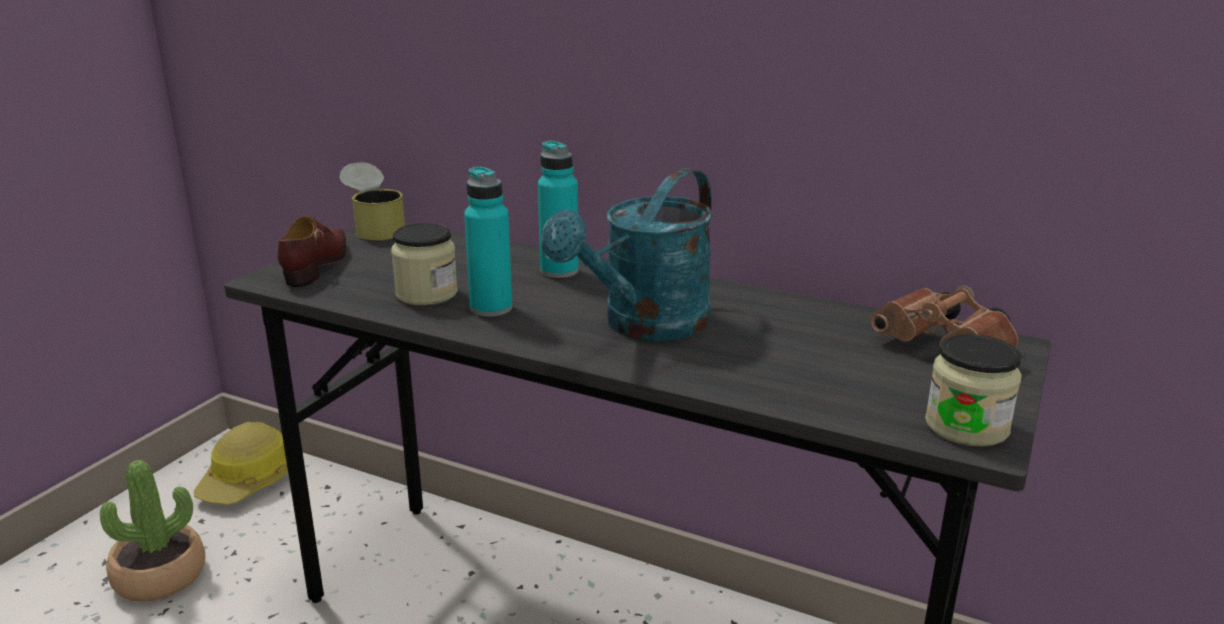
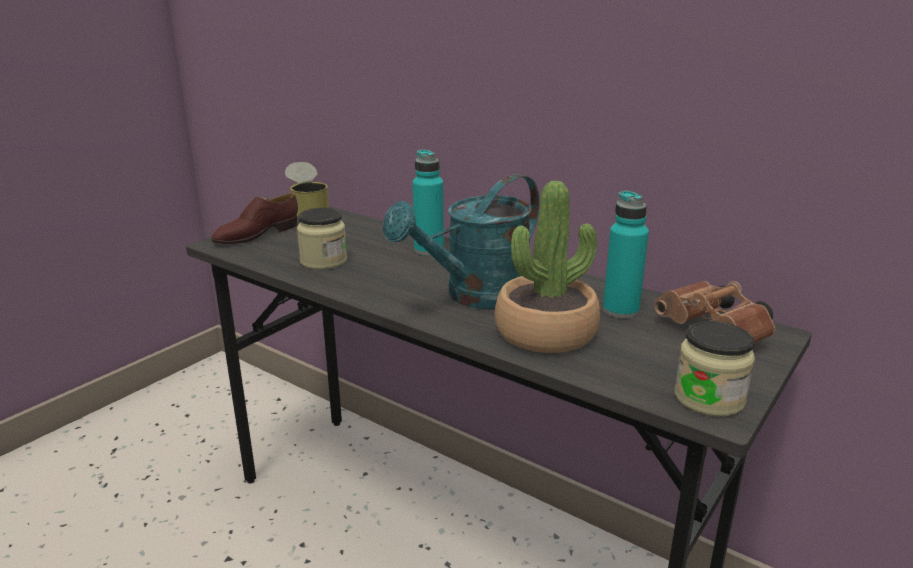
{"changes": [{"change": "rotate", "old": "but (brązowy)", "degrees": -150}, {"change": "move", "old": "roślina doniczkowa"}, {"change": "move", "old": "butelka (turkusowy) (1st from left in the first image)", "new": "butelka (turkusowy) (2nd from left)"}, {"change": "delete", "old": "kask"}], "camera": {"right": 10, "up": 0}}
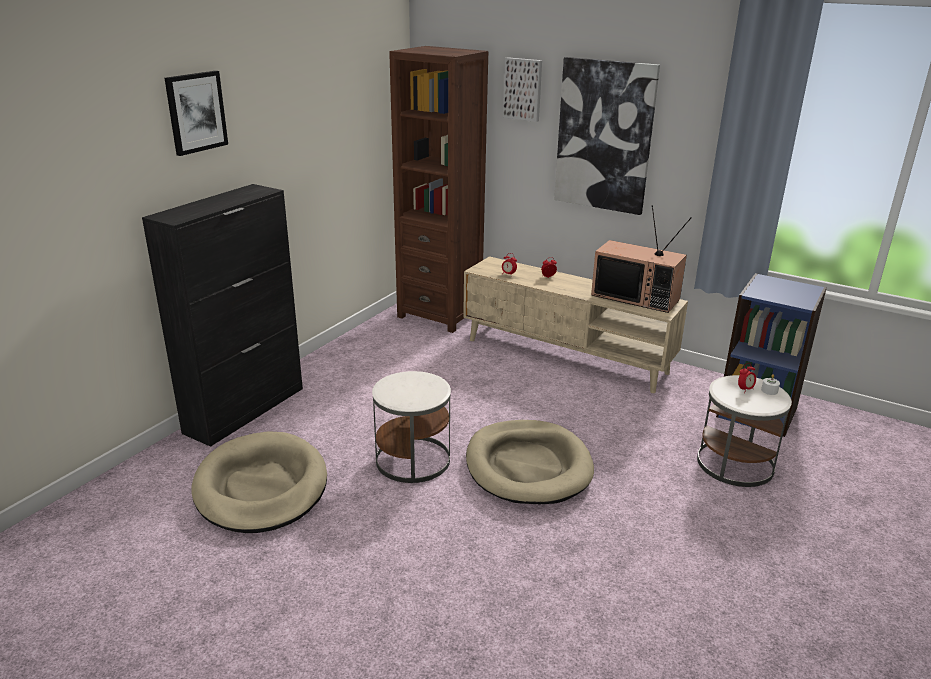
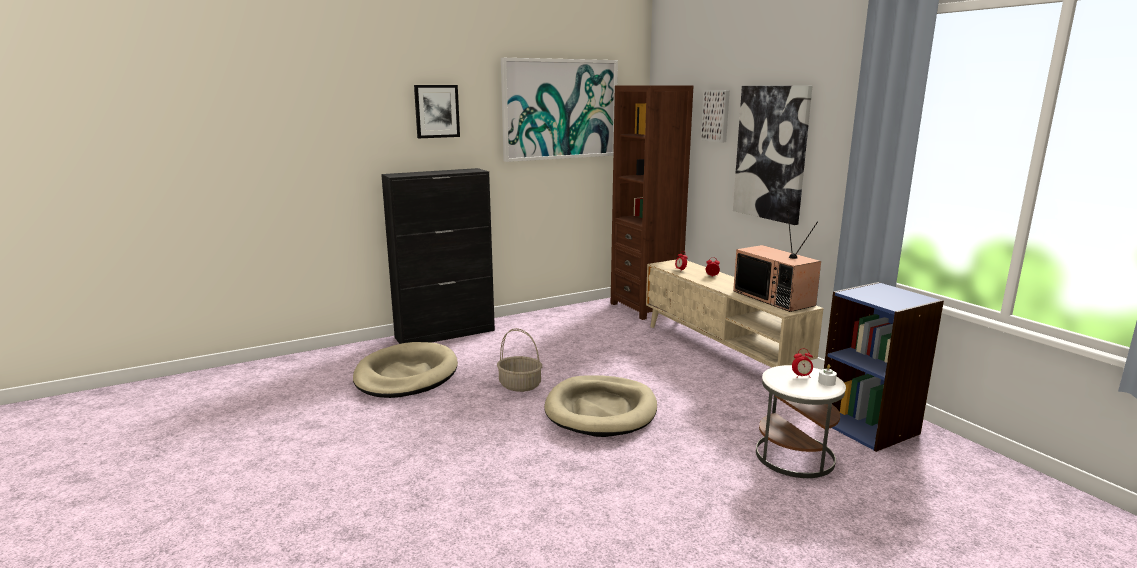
{"changes": [{"change": "replace", "old": "stolik (biały) (1st from left)", "new": "koszyk"}, {"change": "insert", "new": "obraz (2nd from left)"}], "camera": {"right": 30, "up": -10}}
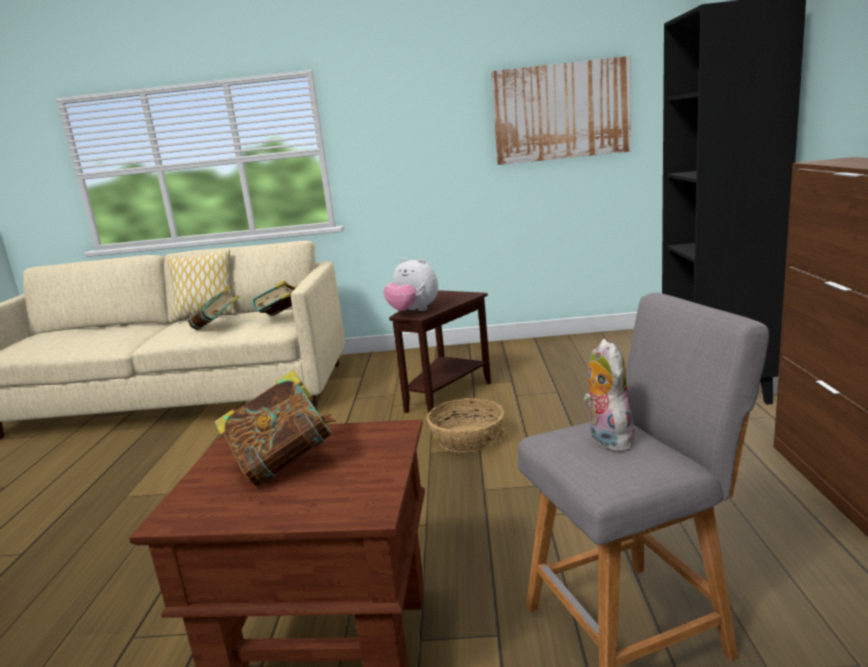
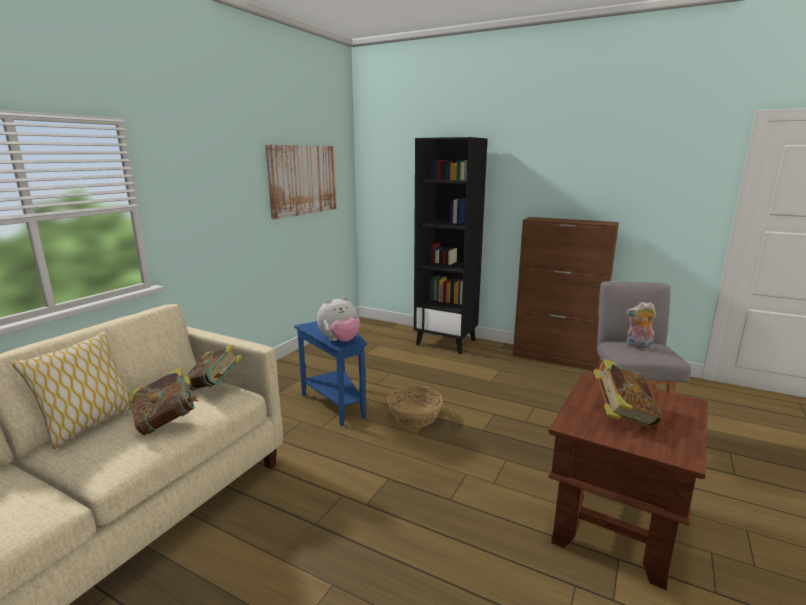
{"changes": [{"change": "recolor", "old": "stolik (brązowy) (2nd from left)", "new": "stolik (niebieski)"}], "camera": {"right": -65, "up": 0}}
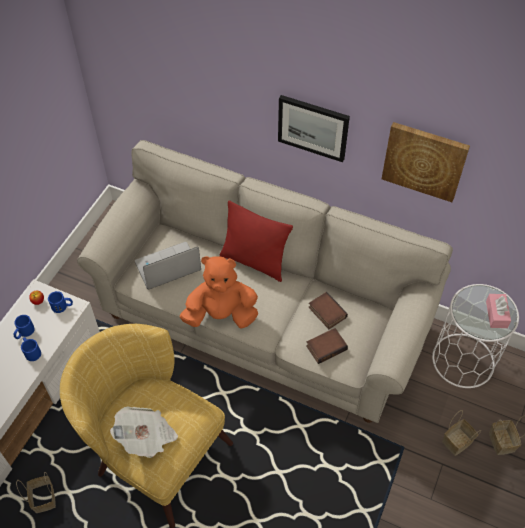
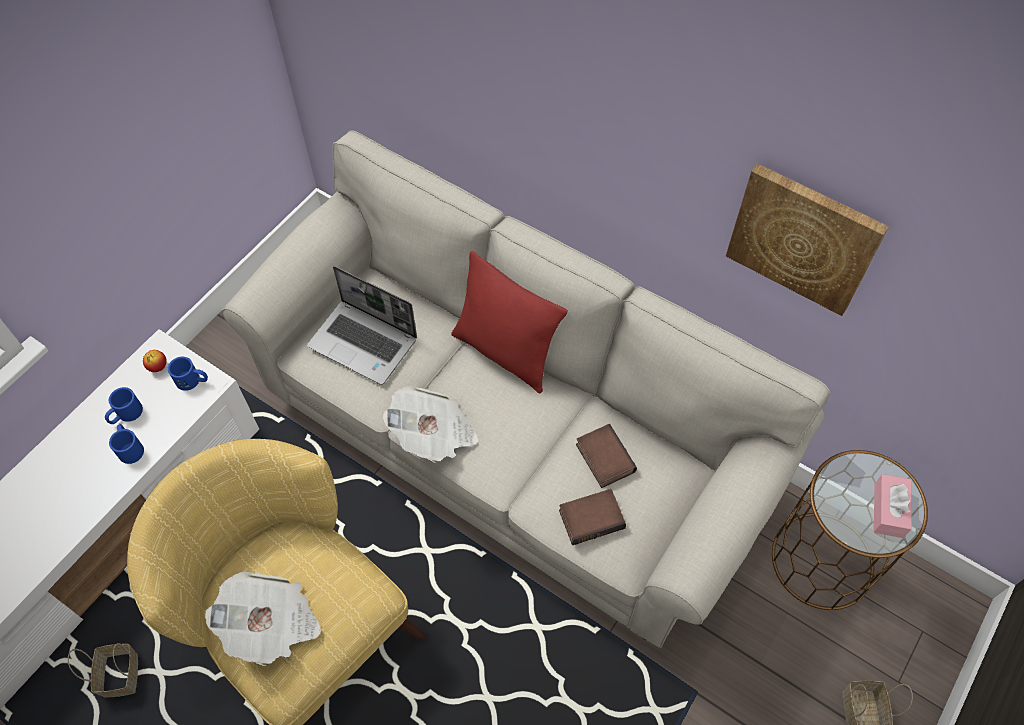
{"changes": [{"change": "rotate", "old": "laptop", "degrees": -135}, {"change": "replace", "old": "pluszak (pomarańczowy)", "new": "gazeta (2nd from left)"}, {"change": "recolor", "old": "stolik (biały)", "new": "stolik (brązowy)"}, {"change": "delete", "old": "obraz (1st from left)"}, {"change": "delete", "old": "koszyk (2nd from left)"}], "camera": {"right": 10, "up": 5}}
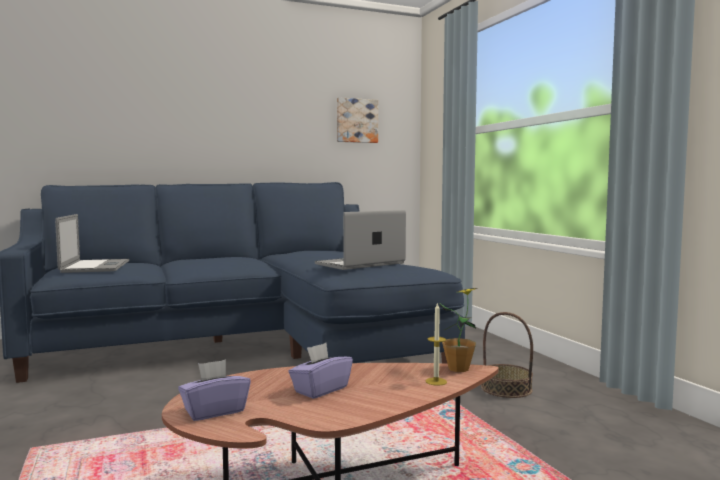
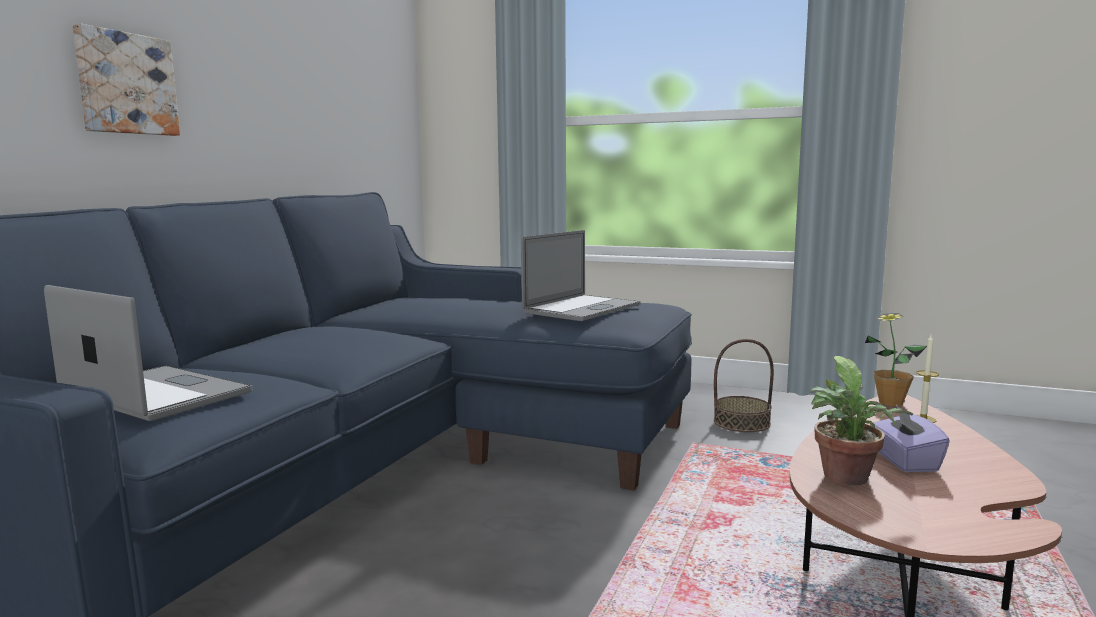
{"changes": [{"change": "move", "old": "obraz"}, {"change": "rotate", "old": "laptop (2nd from left)", "degrees": -150}, {"change": "insert", "new": "roślina doniczkowa (1st from left)"}, {"change": "delete", "old": "pudełko chusteczek (fioletowy) (1st from left)"}], "camera": {"right": -45, "up": 5}}
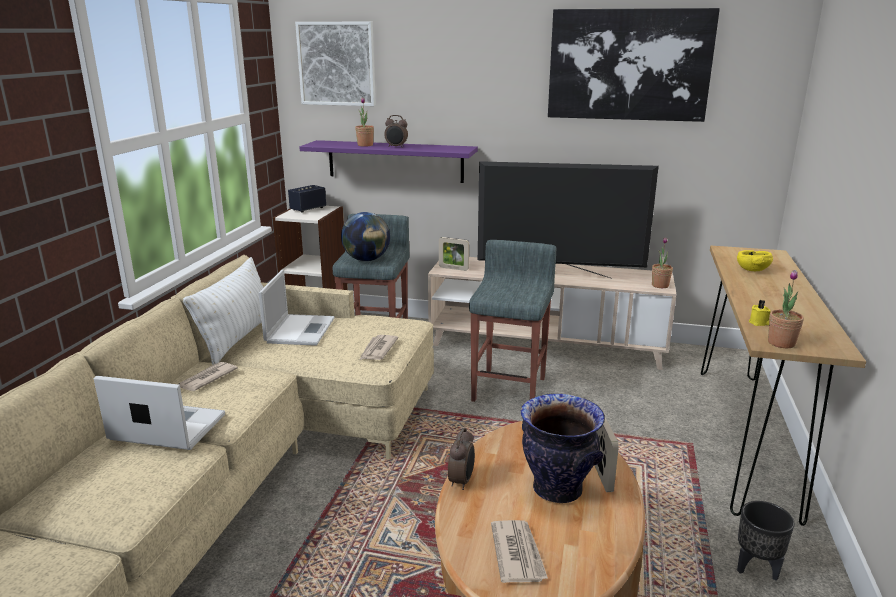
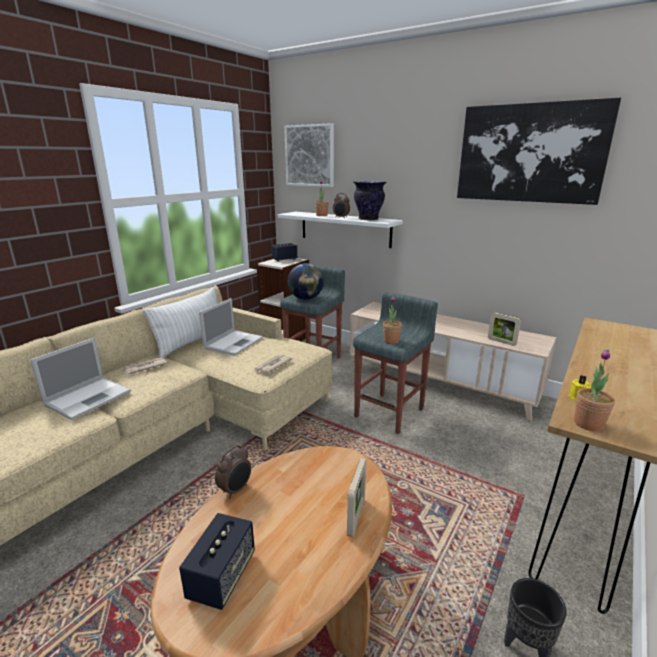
{"changes": [{"change": "rotate", "old": "laptop (1st from left)", "degrees": 90}, {"change": "replace", "old": "gazeta (3rd from left)", "new": "głośnik (1st from left)"}, {"change": "recolor", "old": "półka (fioletowy)", "new": "półka (biały)"}, {"change": "move", "old": "wazon"}, {"change": "move", "old": "roślina doniczkowa (2nd from left)"}, {"change": "move", "old": "ramka na zdjęcie (1st from left in the first image)", "new": "ramka na zdjęcie (2nd from left)"}, {"change": "delete", "old": "telewizor"}, {"change": "delete", "old": "miska (żółty)"}], "camera": {"right": 20, "up": 0}}
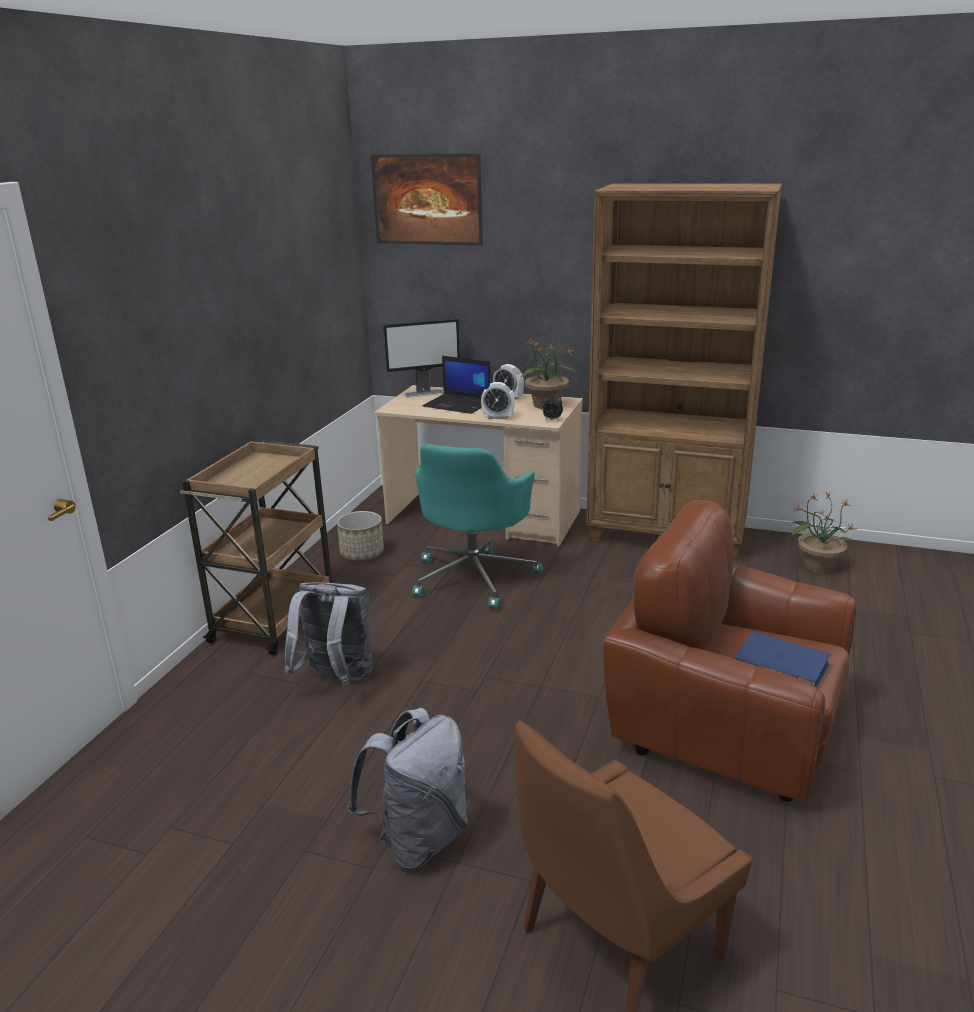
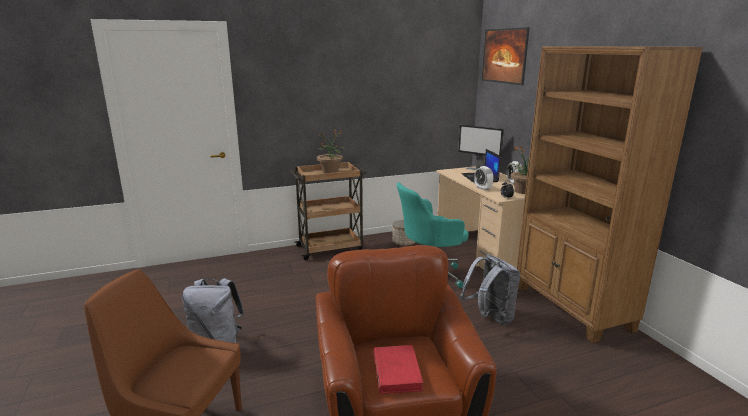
{"changes": [{"change": "move", "old": "roślina doniczkowa (2nd from left in the first image)", "new": "roślina doniczkowa (1st from left)"}, {"change": "recolor", "old": "książka (niebieski)", "new": "książka (czerwony)"}, {"change": "move", "old": "plecak (szary) (1st from left in the first image)", "new": "plecak (szary) (2nd from left)"}], "camera": {"right": 50, "up": -5}}
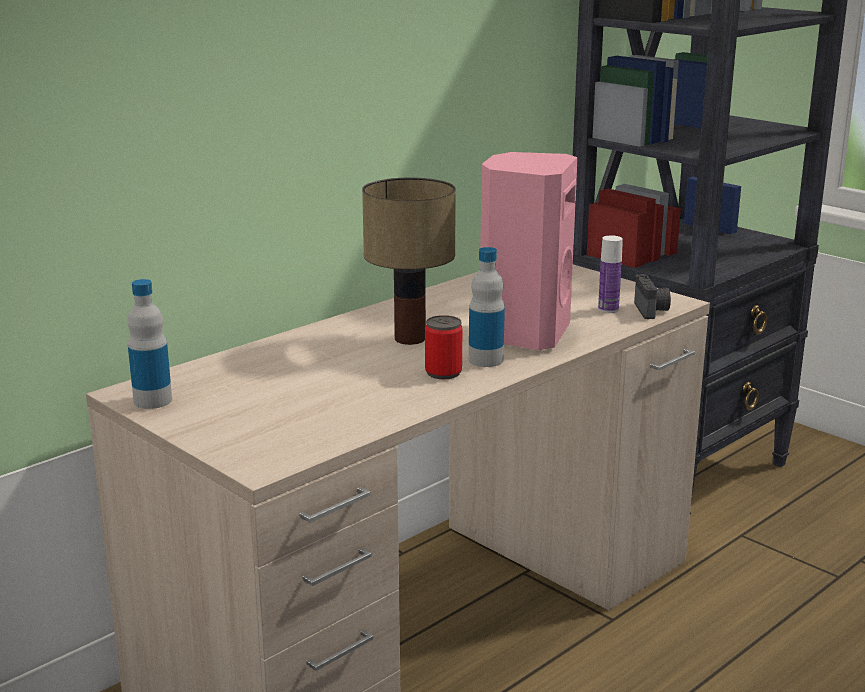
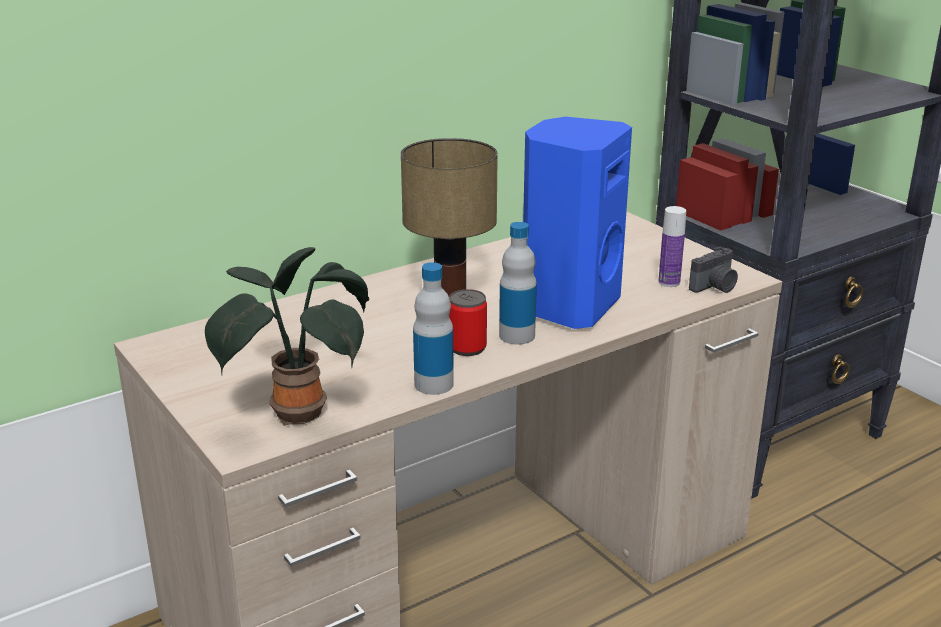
{"changes": [{"change": "insert", "new": "roślina doniczkowa"}, {"change": "move", "old": "butelka (1st from left)"}, {"change": "recolor", "old": "głośnik (różowy)", "new": "głośnik (niebieski)"}, {"change": "rotate", "old": "aparat fotograficzny", "degrees": 45}], "camera": {"right": 10, "up": 5}}
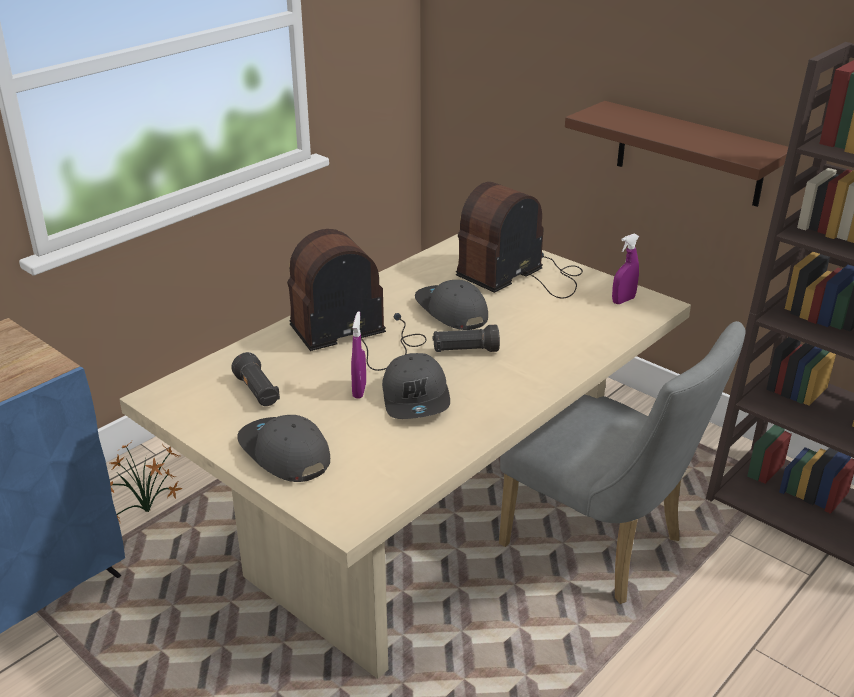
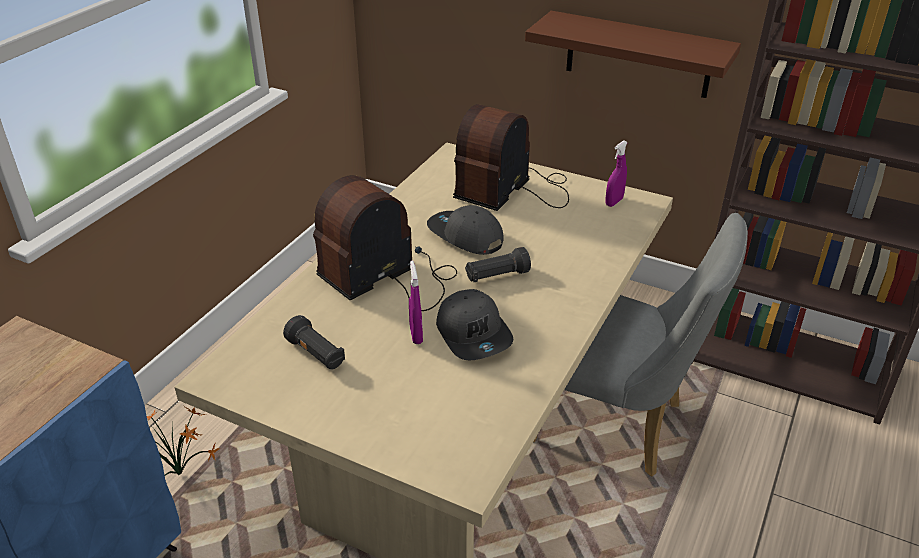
{"changes": [{"change": "delete", "old": "czapka z daszkiem (szary) (1st from left)"}], "camera": {"right": -15, "up": 5}}
